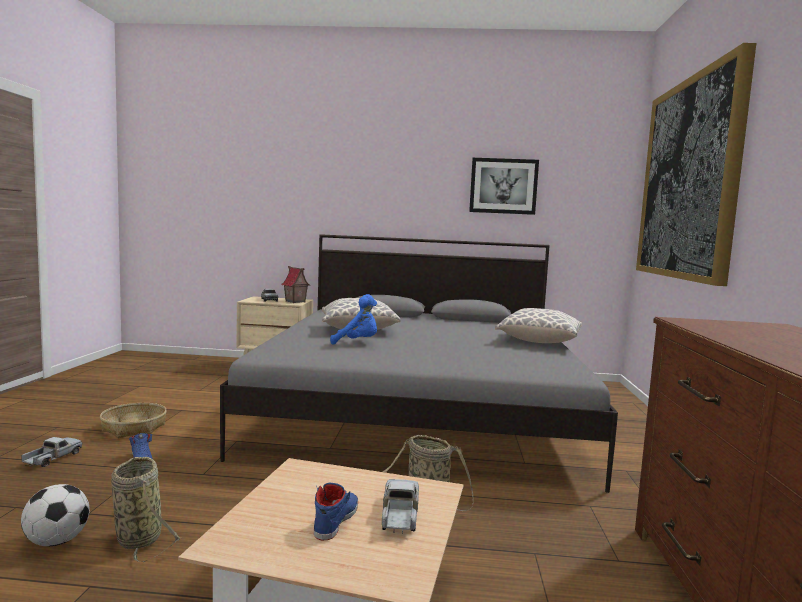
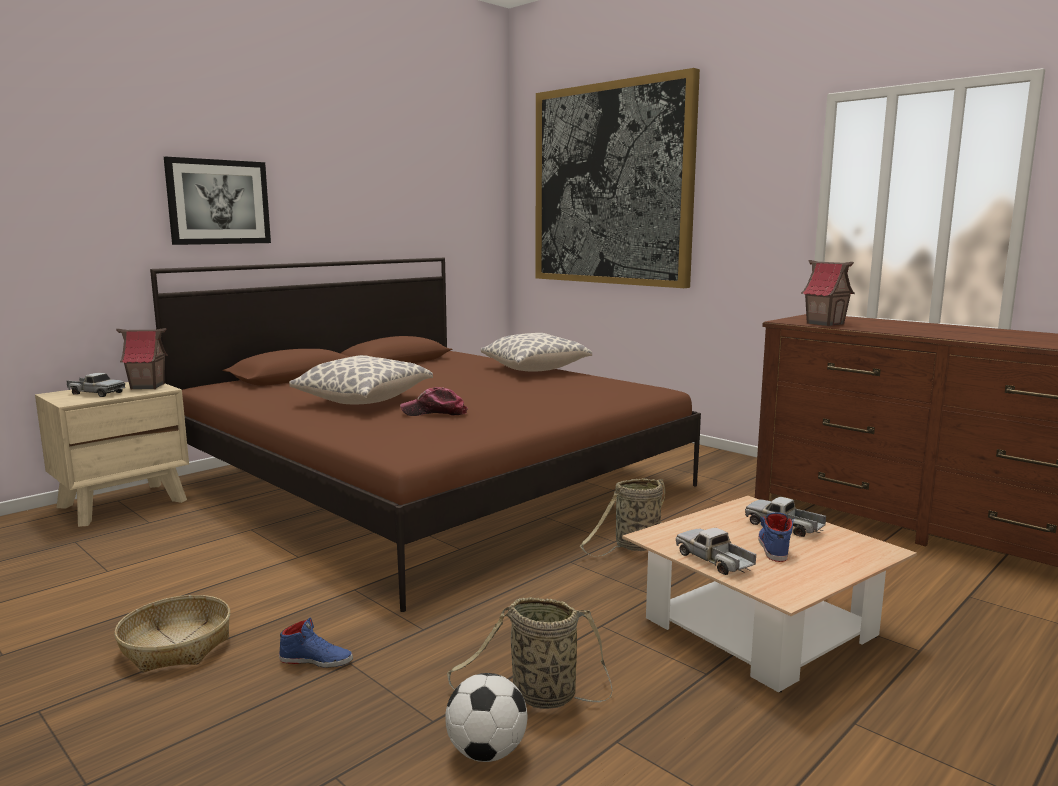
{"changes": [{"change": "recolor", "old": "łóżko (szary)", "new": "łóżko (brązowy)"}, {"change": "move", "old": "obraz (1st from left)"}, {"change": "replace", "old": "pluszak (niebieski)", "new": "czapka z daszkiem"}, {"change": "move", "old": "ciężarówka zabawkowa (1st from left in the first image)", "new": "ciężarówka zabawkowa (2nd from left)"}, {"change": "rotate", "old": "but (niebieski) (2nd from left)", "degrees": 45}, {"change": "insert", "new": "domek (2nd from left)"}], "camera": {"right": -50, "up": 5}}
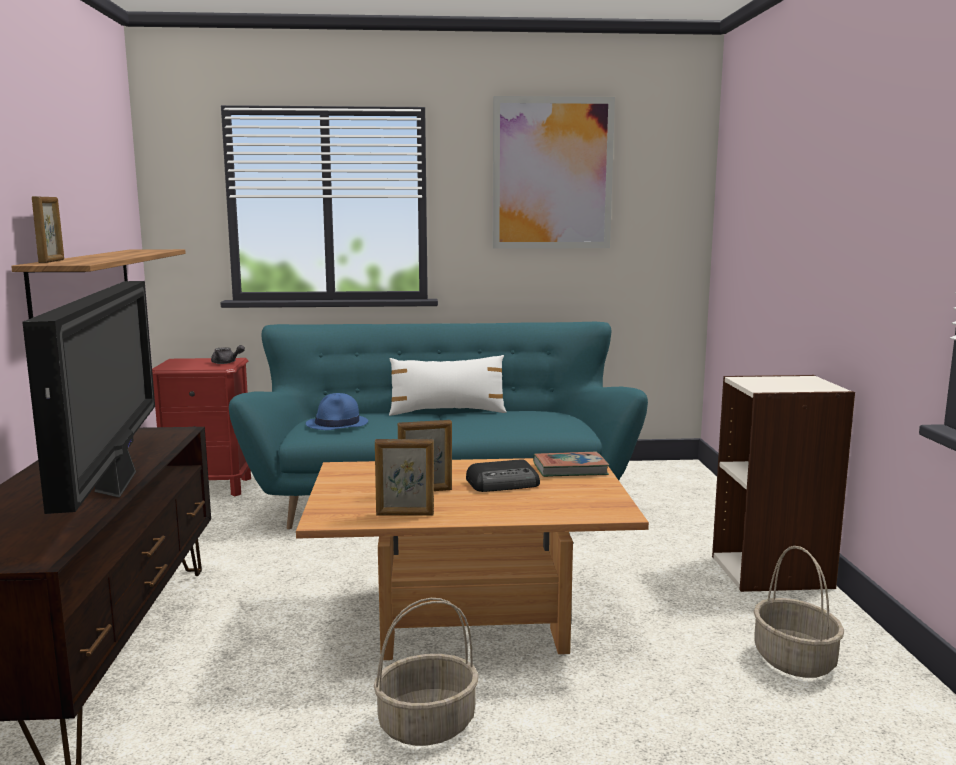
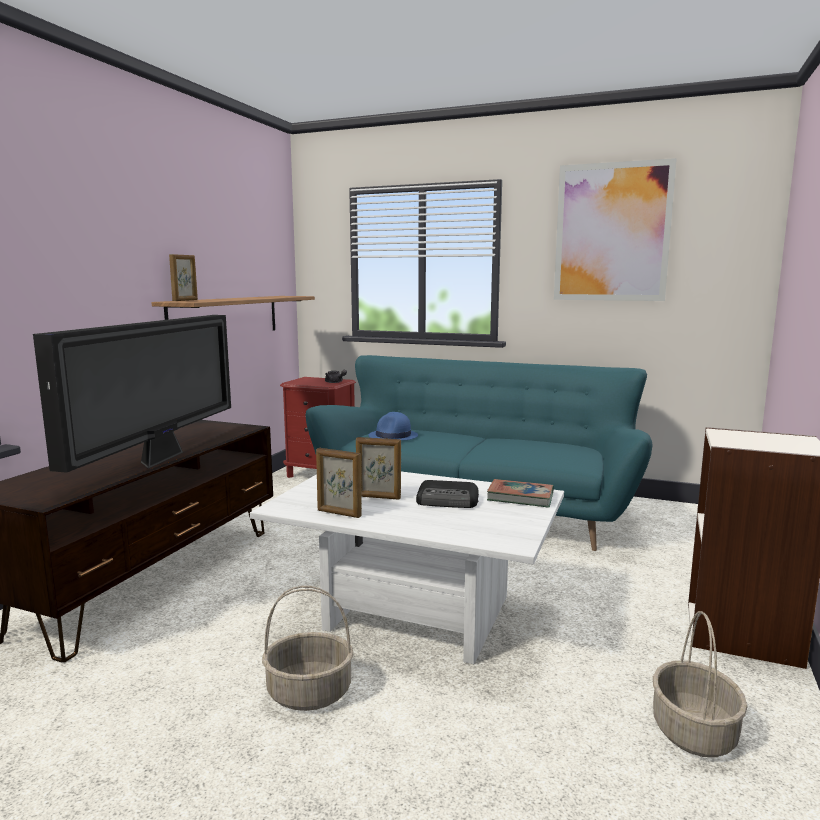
{"changes": [{"change": "recolor", "old": "ława (brązowy)", "new": "ława (biały)"}, {"change": "delete", "old": "poduszka (biały)"}], "camera": {"right": 25, "up": 0}}
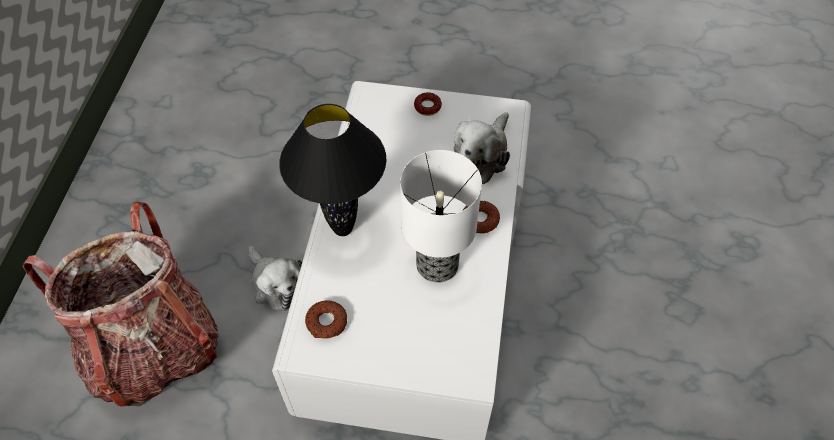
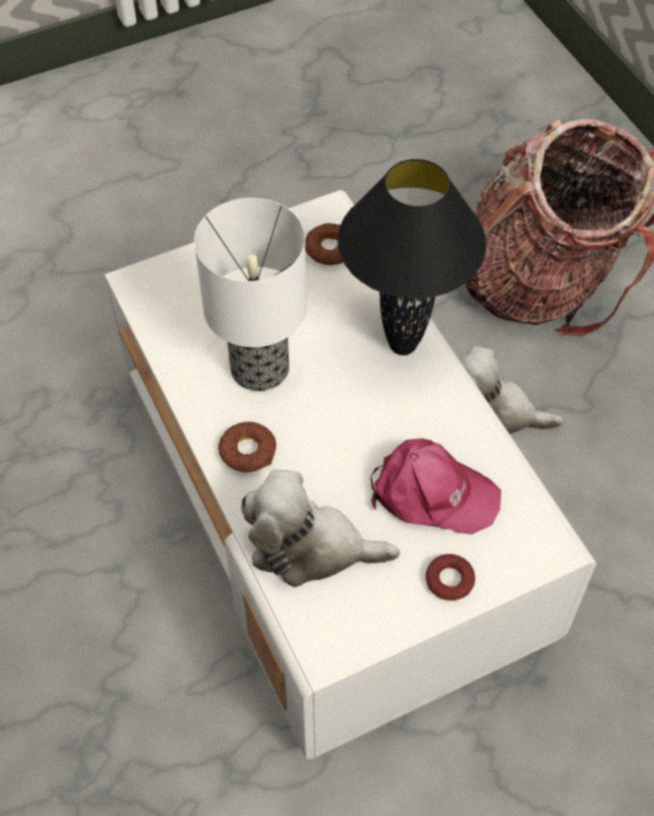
{"changes": [{"change": "rotate", "old": "pluszak (2nd from left in the first image)", "degrees": -75}, {"change": "insert", "new": "czapka z daszkiem (różowy)"}], "camera": {"right": 145, "up": 0}}
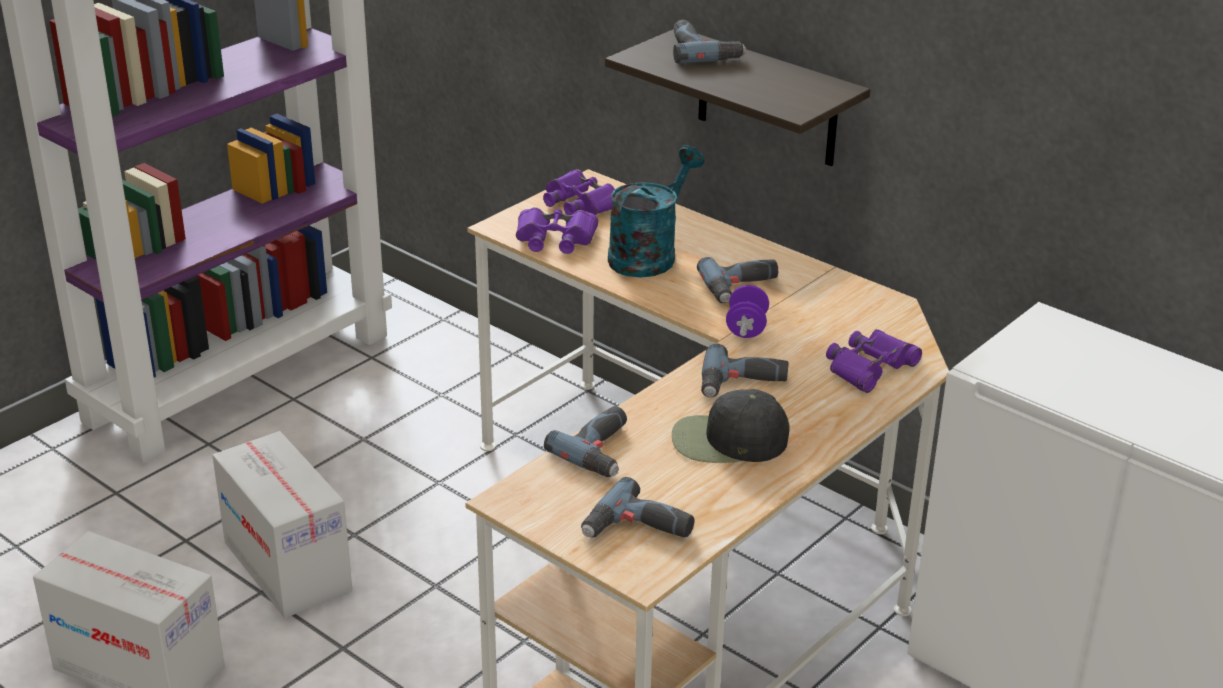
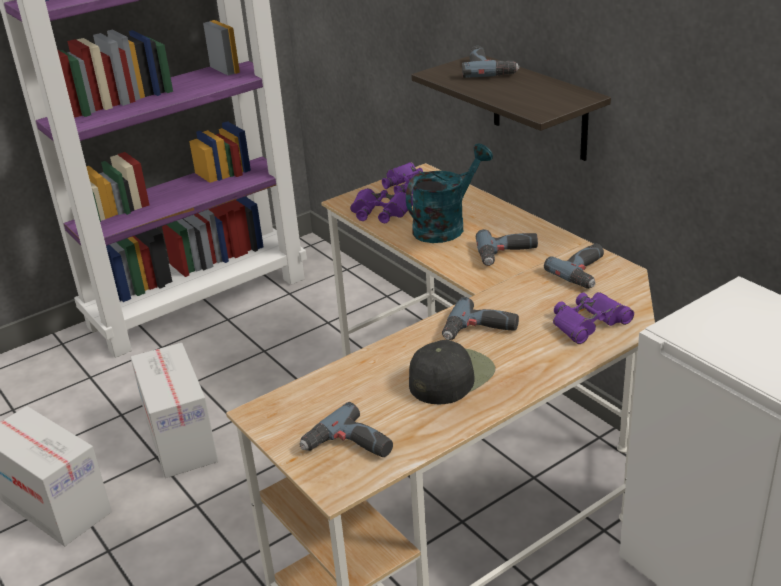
{"changes": [{"change": "rotate", "old": "czapka z daszkiem (czarny)", "degrees": 120}, {"change": "move", "old": "wiertarka (1st from left in the first image)", "new": "wiertarka (5th from left)"}, {"change": "delete", "old": "hantel (fioletowy)"}], "camera": {"right": 15, "up": 0}}
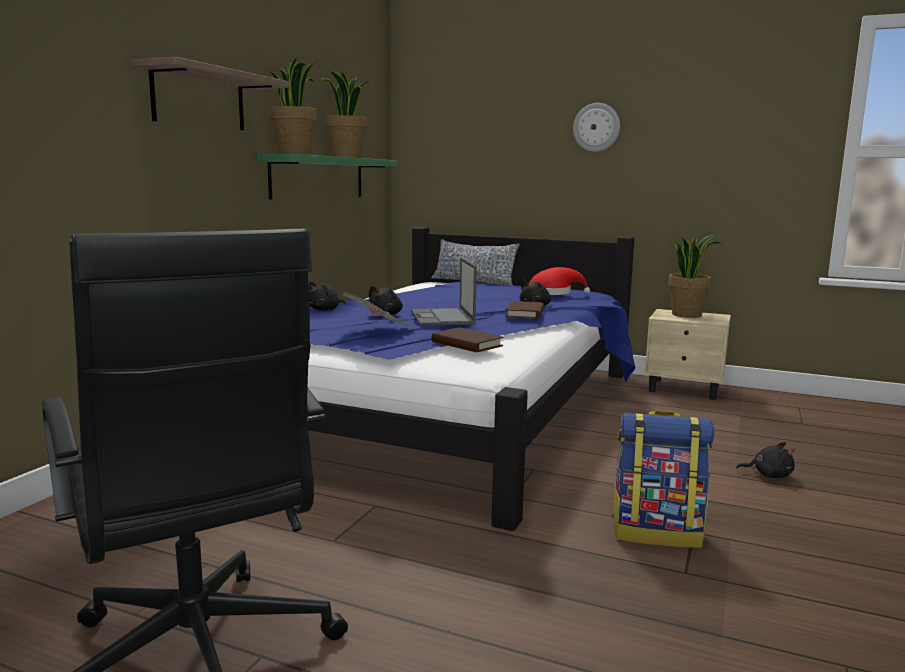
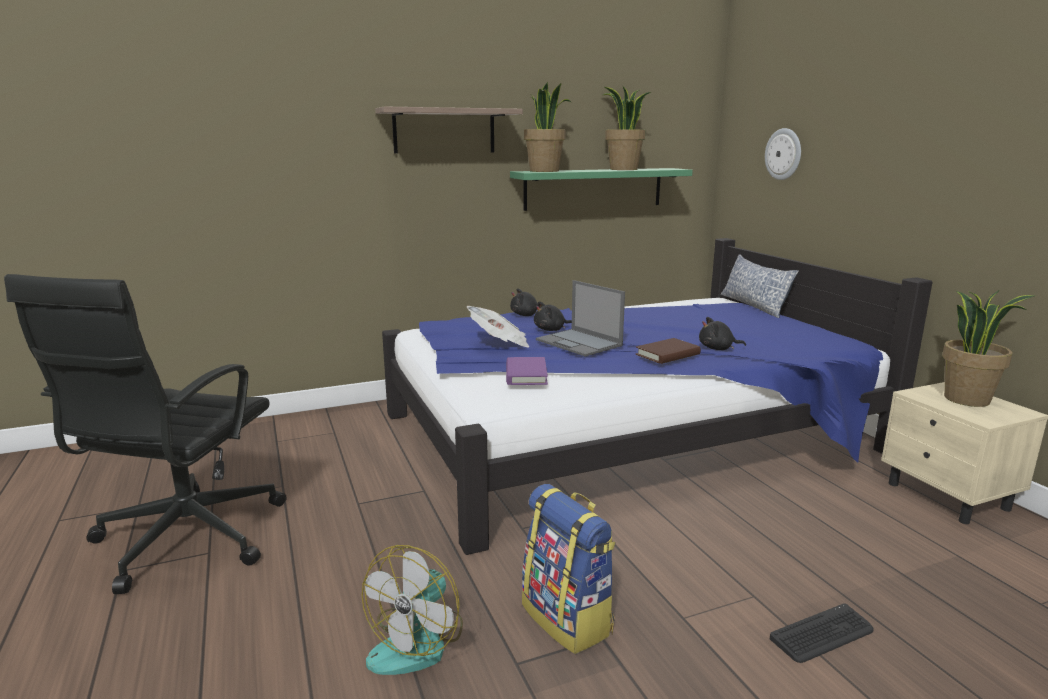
{"changes": [{"change": "insert", "new": "wentylator"}, {"change": "recolor", "old": "książka (brązowy) (1st from left)", "new": "książka (fioletowy)"}, {"change": "rotate", "old": "laptop", "degrees": -75}, {"change": "move", "old": "zegar ścienny"}, {"change": "replace", "old": "pluszak (czarny) (4th from left)", "new": "klawiatura"}, {"change": "delete", "old": "kapelusz (czerwony)"}], "camera": {"right": 45, "up": 5}}
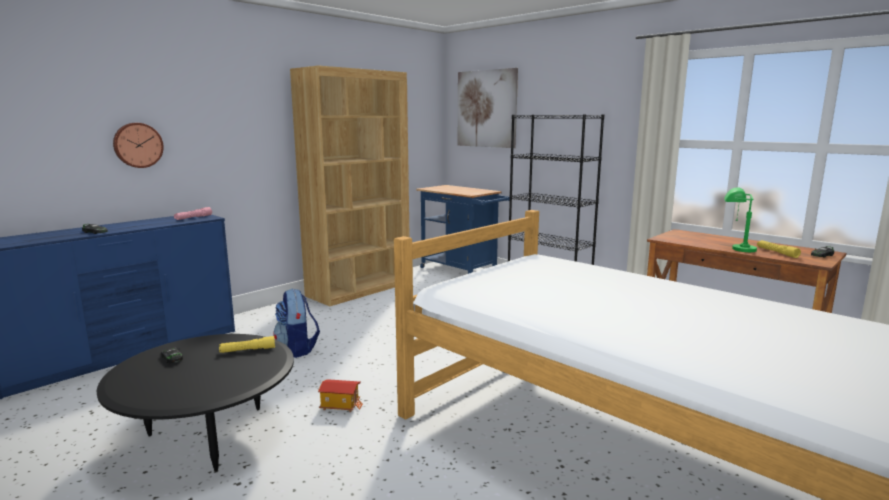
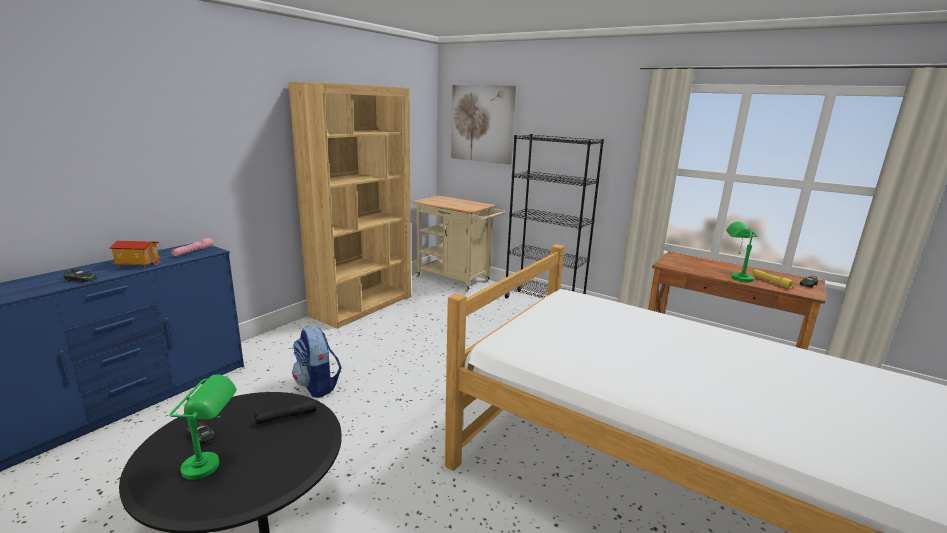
{"changes": [{"change": "move", "old": "domek"}, {"change": "insert", "new": "lampa stołowa (zielony) (1st from left)"}, {"change": "recolor", "old": "latarka (żółty) (1st from left)", "new": "latarka (czarny)"}, {"change": "recolor", "old": "wózek (niebieski)", "new": "wózek (beżowy)"}, {"change": "delete", "old": "zegar ścienny"}], "camera": {"right": -10, "up": 5}}
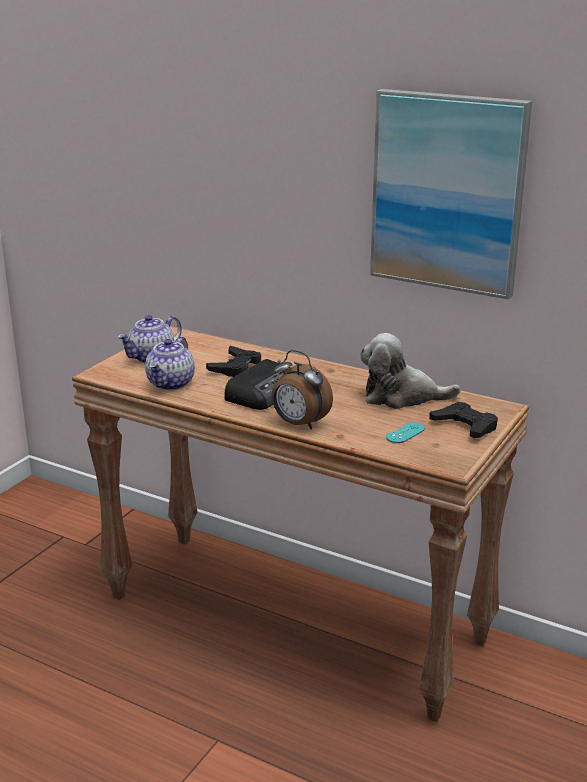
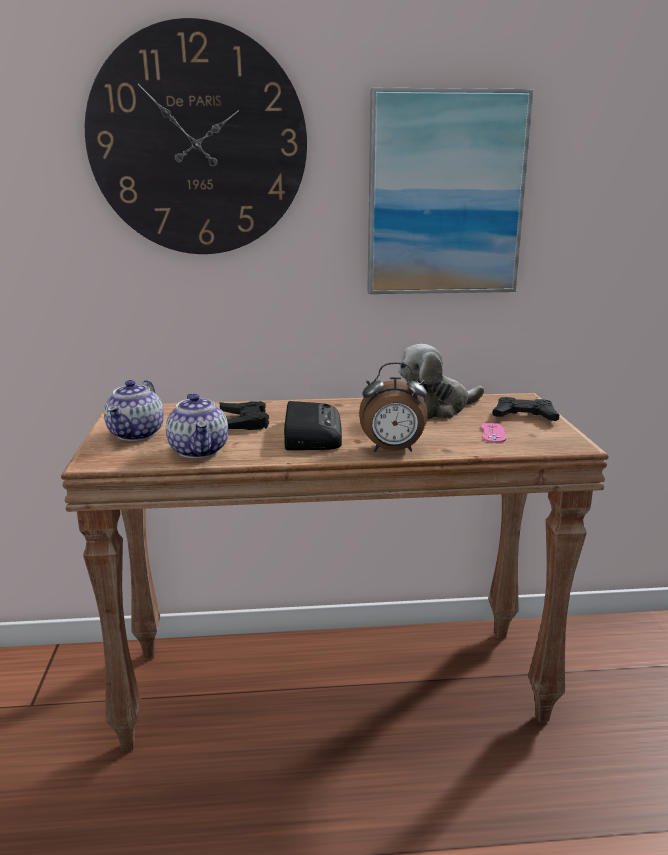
{"changes": [{"change": "insert", "new": "zegar ścienny"}, {"change": "recolor", "old": "pad do gier (turkusowy)", "new": "pad do gier (różowy)"}], "camera": {"right": -35, "up": -5}}
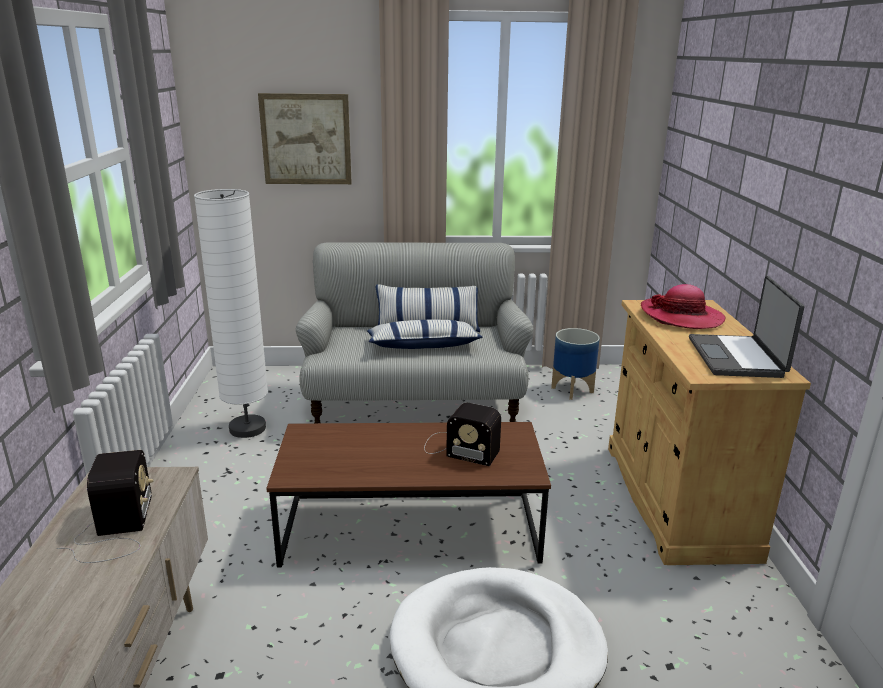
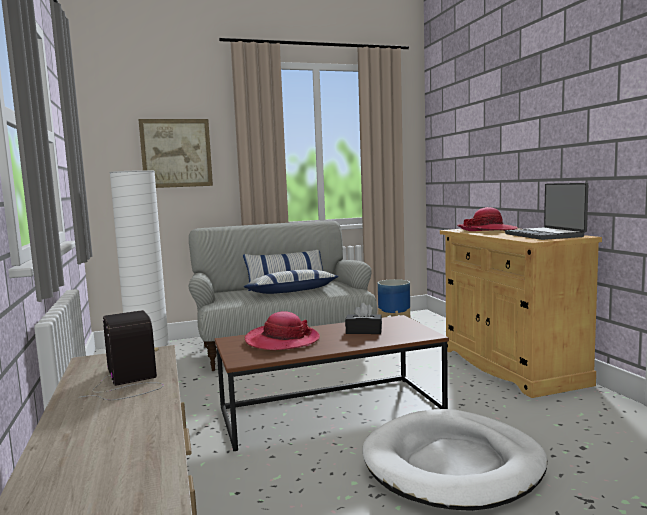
{"changes": [{"change": "insert", "new": "kapelusz (1st from left)"}, {"change": "replace", "old": "radio (2nd from left)", "new": "pudełko chusteczek (czarny)"}], "camera": {"right": -15, "up": -15}}
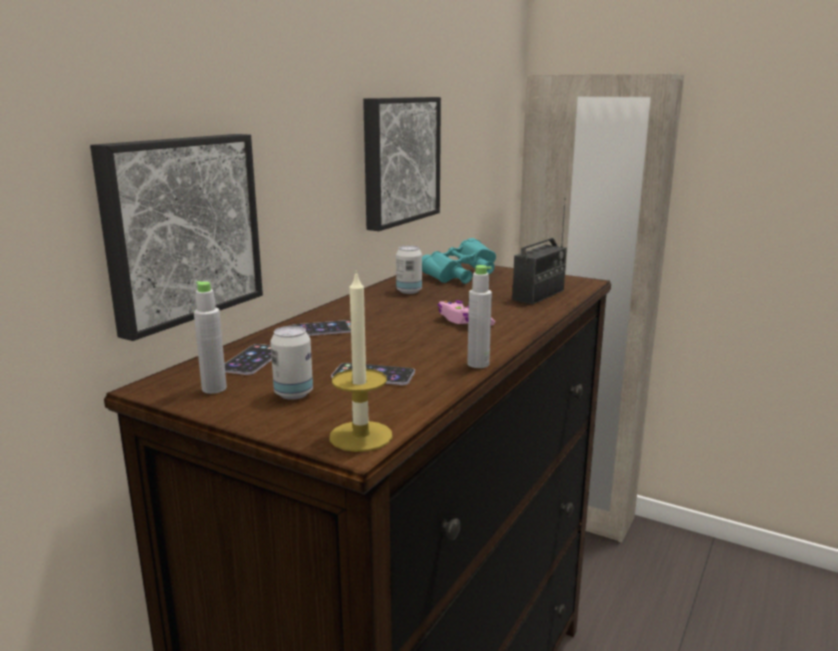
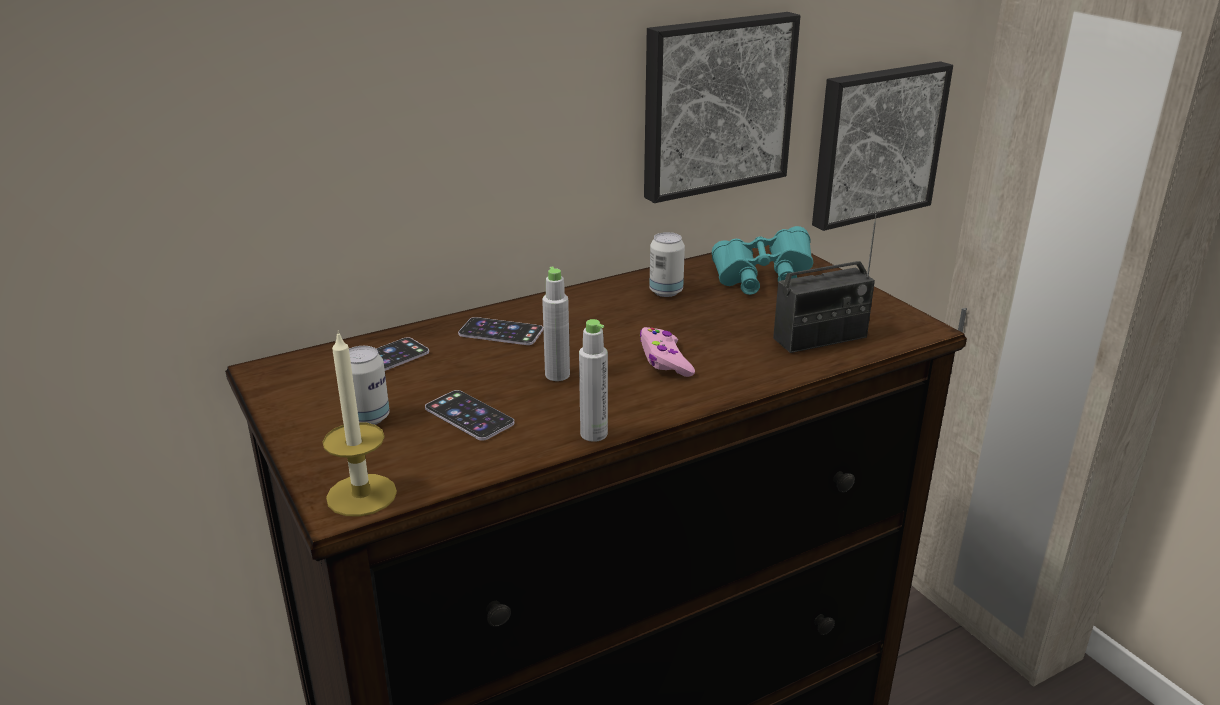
{"changes": [{"change": "move", "old": "butelka (szary) (1st from left)"}, {"change": "move", "old": "obraz (1st from left in the first image)", "new": "obraz (2nd from left)"}], "camera": {"right": 30, "up": 10}}
